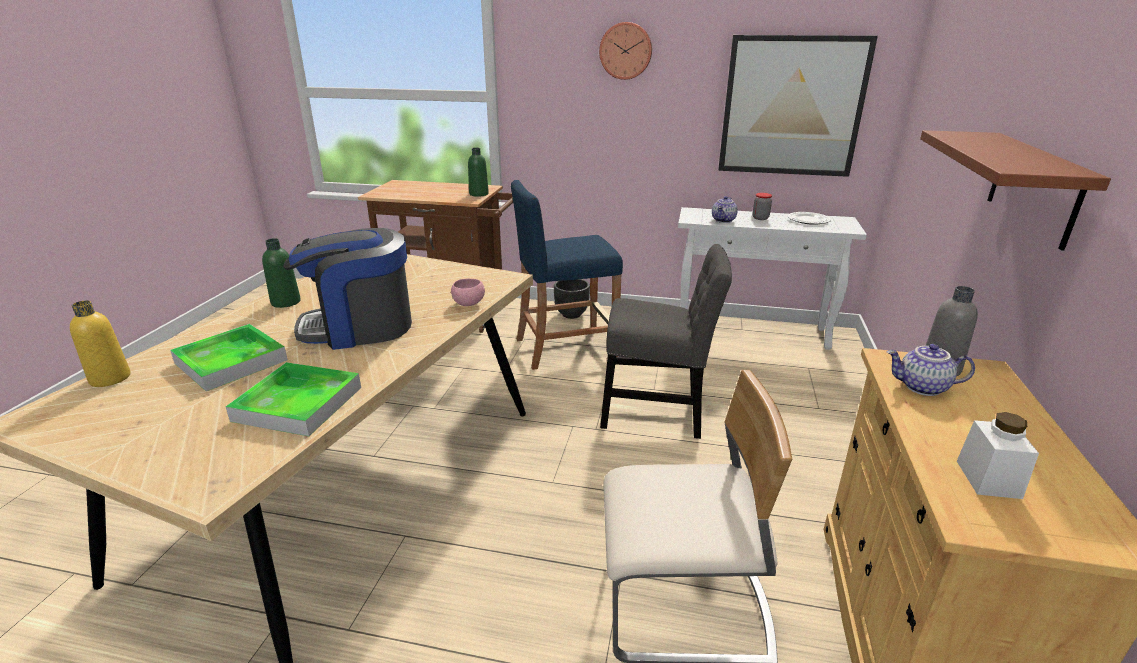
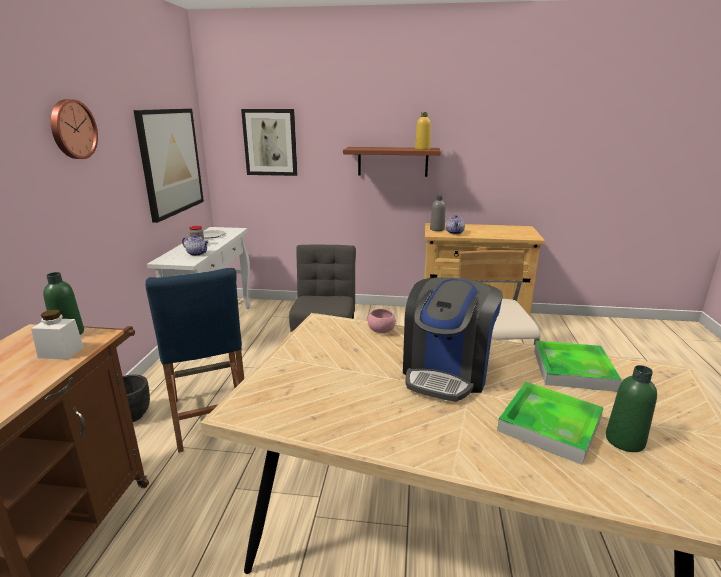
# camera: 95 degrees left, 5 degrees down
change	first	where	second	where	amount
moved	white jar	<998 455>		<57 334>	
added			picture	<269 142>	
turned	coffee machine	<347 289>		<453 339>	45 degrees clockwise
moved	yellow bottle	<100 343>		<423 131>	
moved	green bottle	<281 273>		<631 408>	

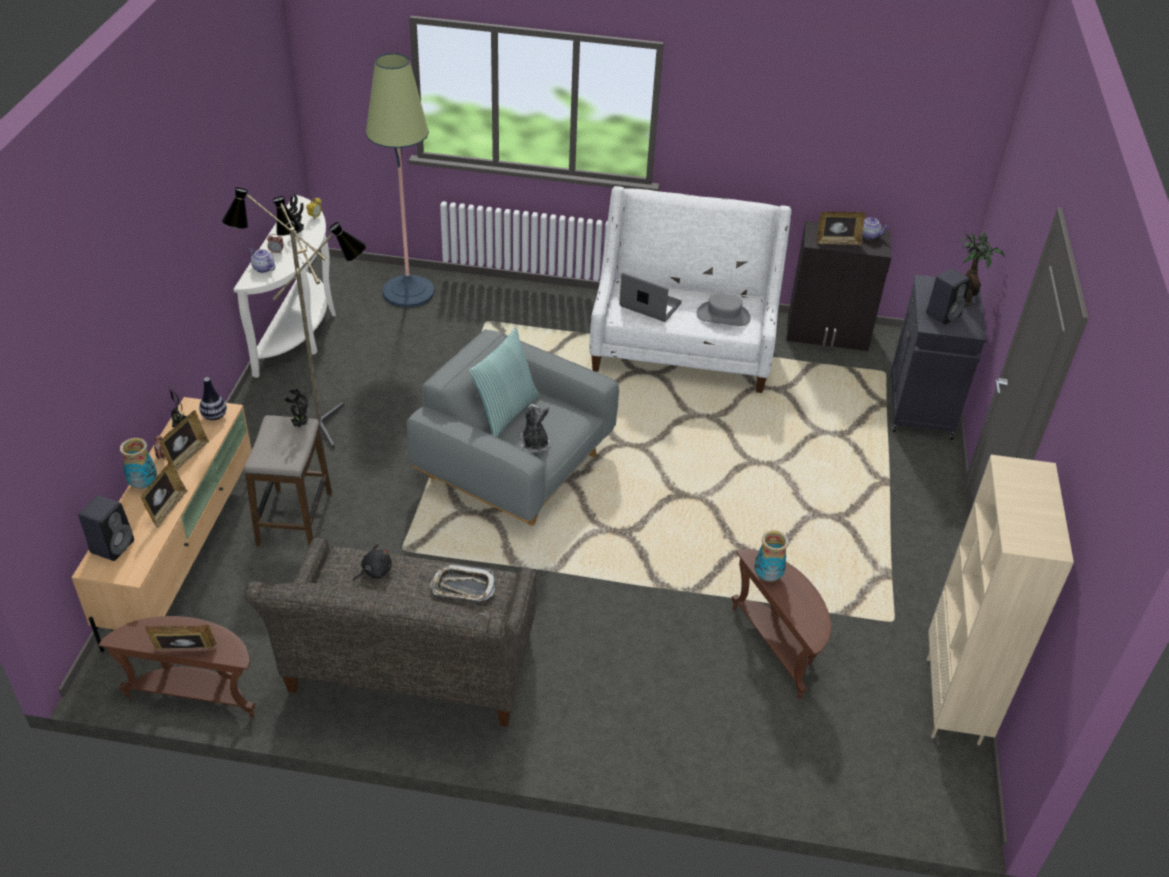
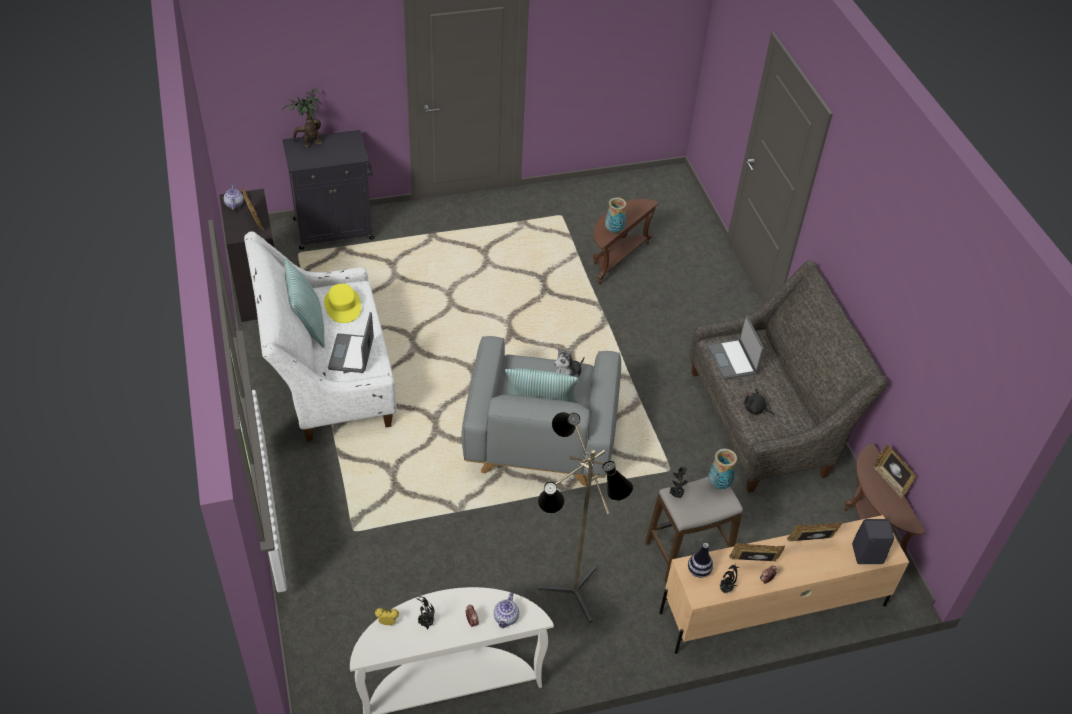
# camera: 115 degrees left, 5 degrees up
change	first	where	second	where	amount
added			pillow	<305 303>	
recoloured	grey hat	<723 310>	yellow hat	<342 303>	
replaced	tray	<462 583>	laptop	<735 347>	
moved	vase	<138 463>		<722 469>	
removed	floor lamp	<400 180>			
removed	black speaker	<948 296>			
removed	beige bookcase	<1000 600>			

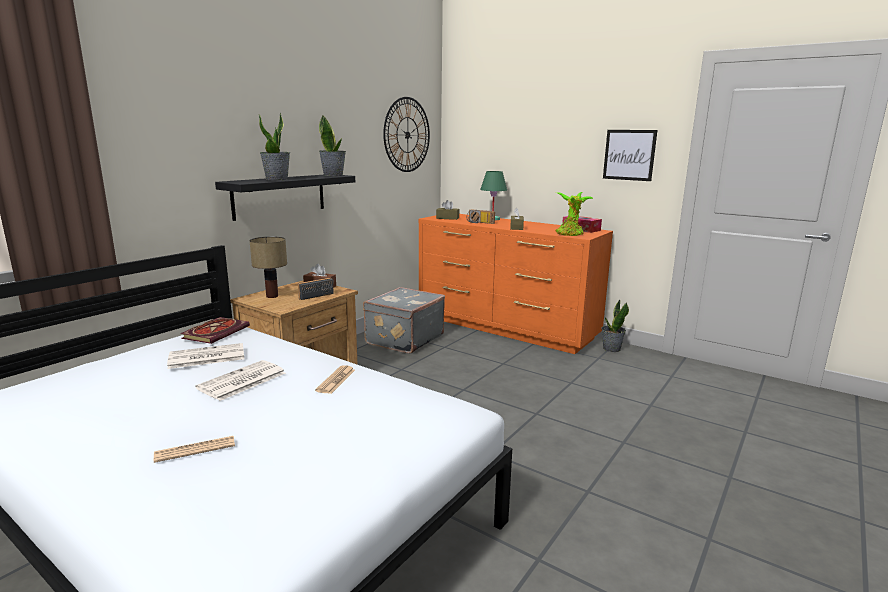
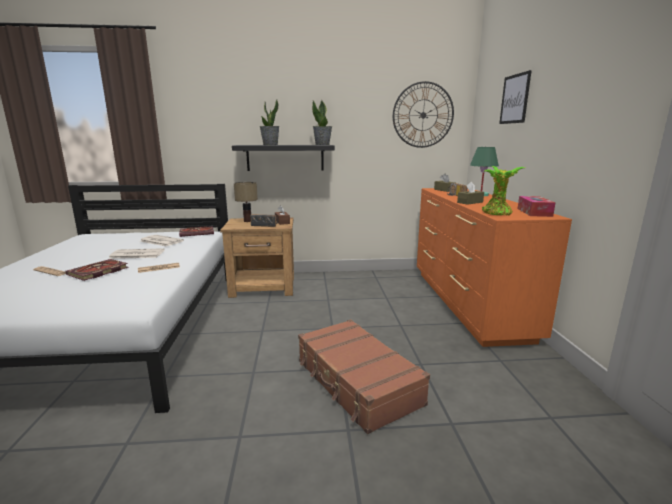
# camera: 50 degrees right, 0 degrees up
change	first	where	second	where	amount
added			book	<97 270>	
added			brown suitcase	<364 376>	
moved	picture	<630 155>		<515 97>	
removed	grey suitcase	<404 320>			
removed	potted plant	<615 325>			

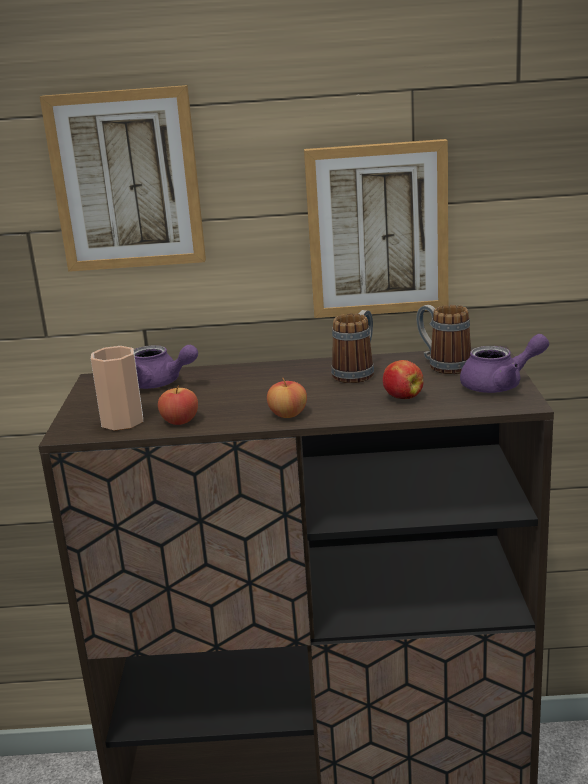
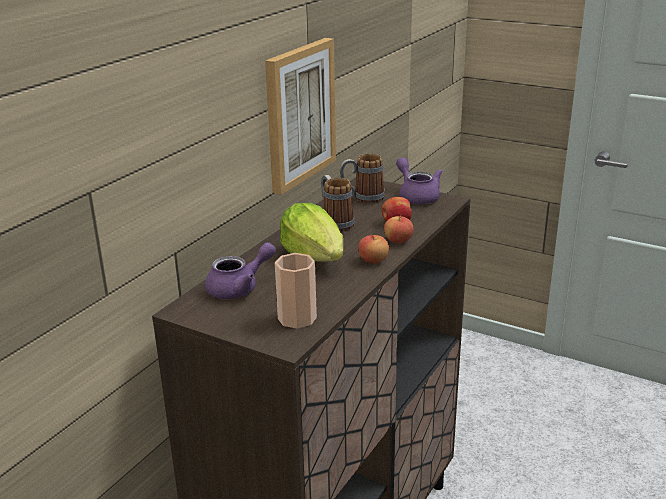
# camera: 60 degrees left, 5 degrees up
change	first	where	second	where	amount
added			lettuce	<311 232>	
moved	apple	<178 405>		<398 229>	
turned	purple teapot	<504 363>		<419 181>	45 degrees counterclockwise
removed	picture	<123 178>			

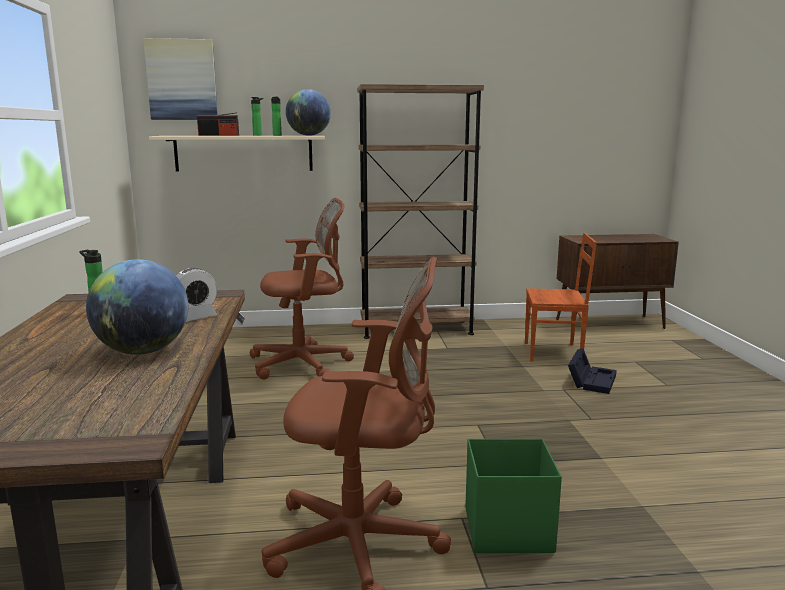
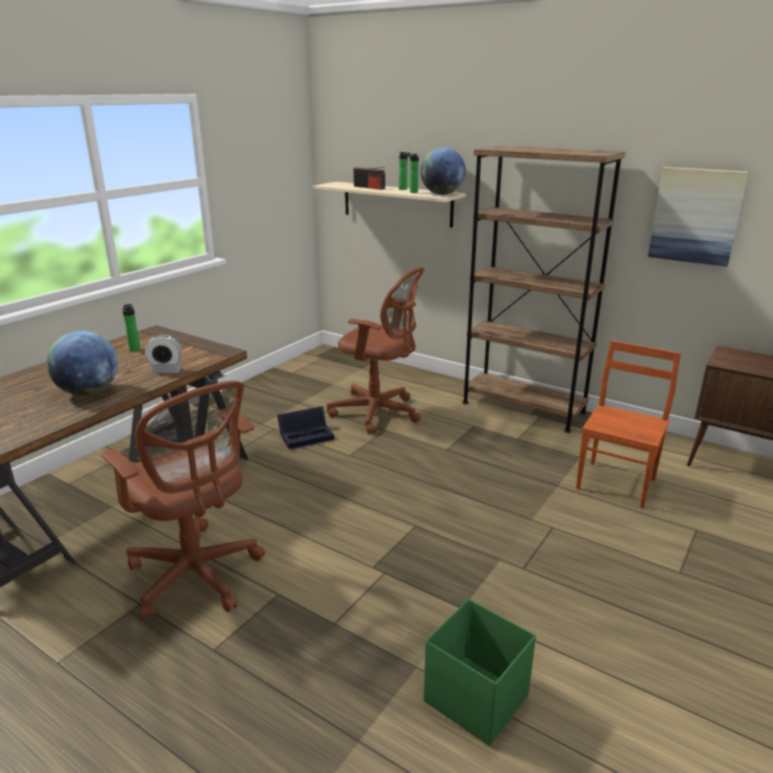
# camera: 40 degrees right, 10 degrees up
change	first	where	second	where	amount
moved	black storage box	<592 371>		<305 427>	
moved	green storage box	<513 496>		<480 672>	
turned	brown chair	<561 297>		<628 424>	105 degrees counterclockwise
moved	picture	<180 79>		<698 217>	

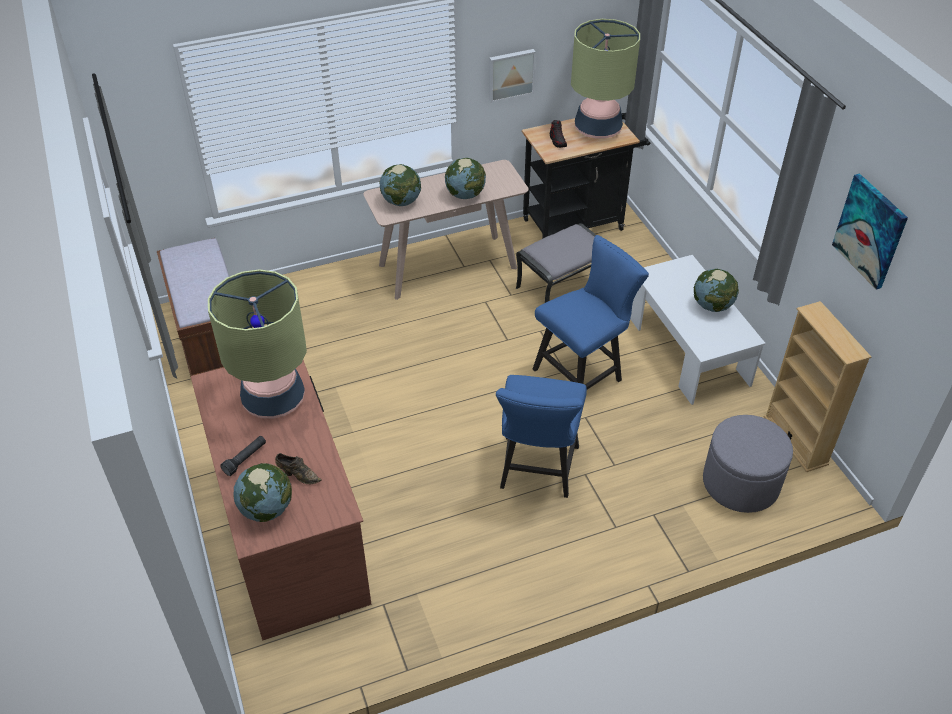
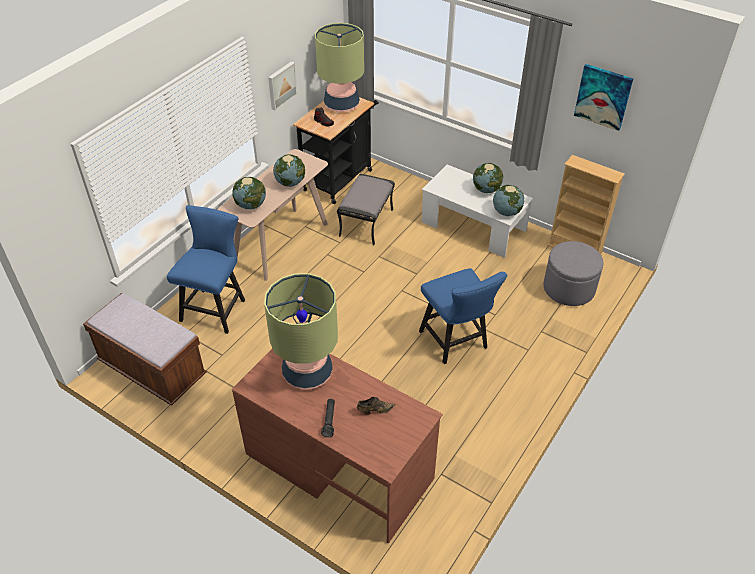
# camera: 35 degrees left, 0 degrees up
change	first	where	second	where	amount
moved	blue chair	<591 312>		<206 269>	
moved	globe	<263 492>		<508 200>	

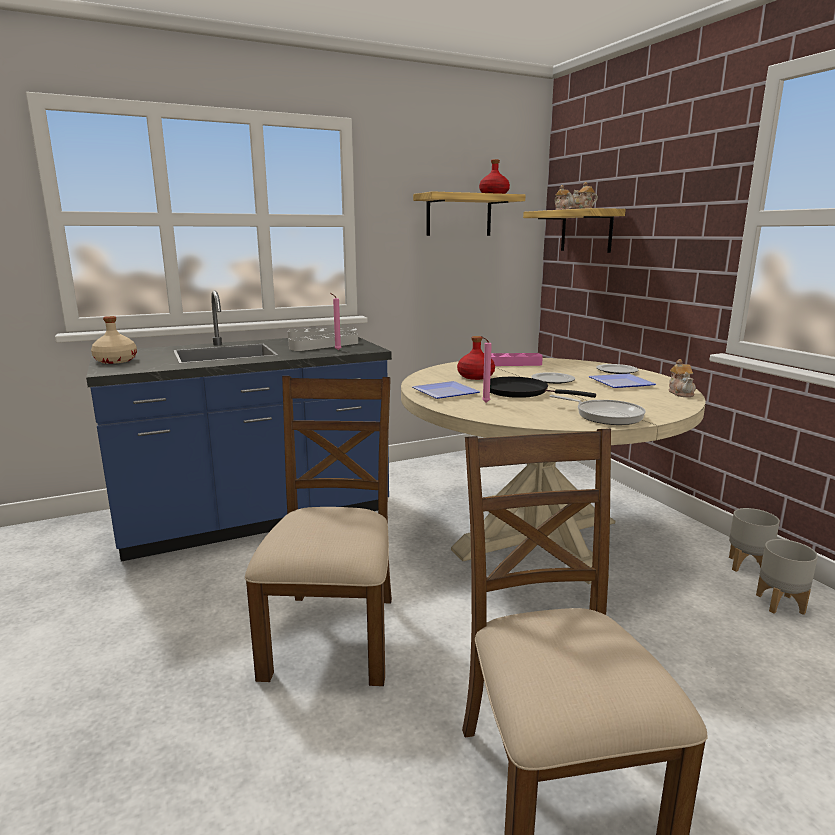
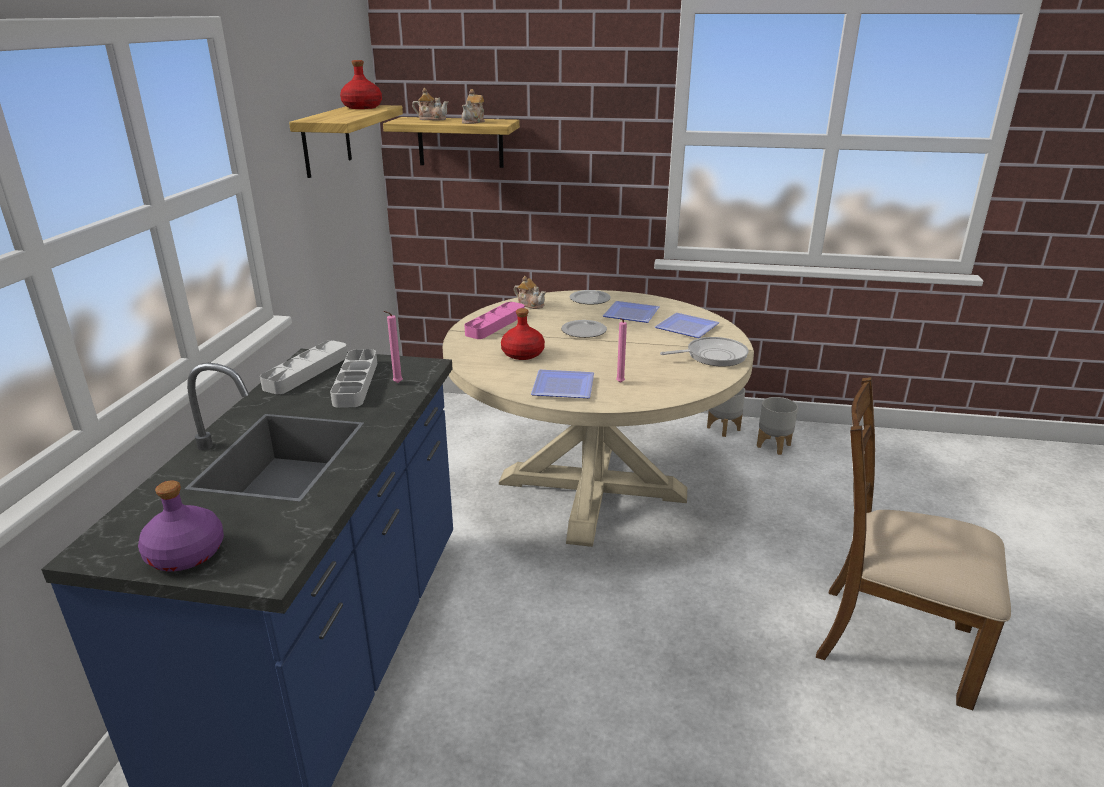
# camera: 55 degrees left, 10 degrees up
change	first	where	second	where	amount
recoloured	beige bottle	<114 340>	purple bottle	<181 526>	
moved	teapot	<682 378>		<530 292>	
added			plate	<687 325>	
removed	brown chair	<318 531>			
removed	black frying pan	<543 387>			

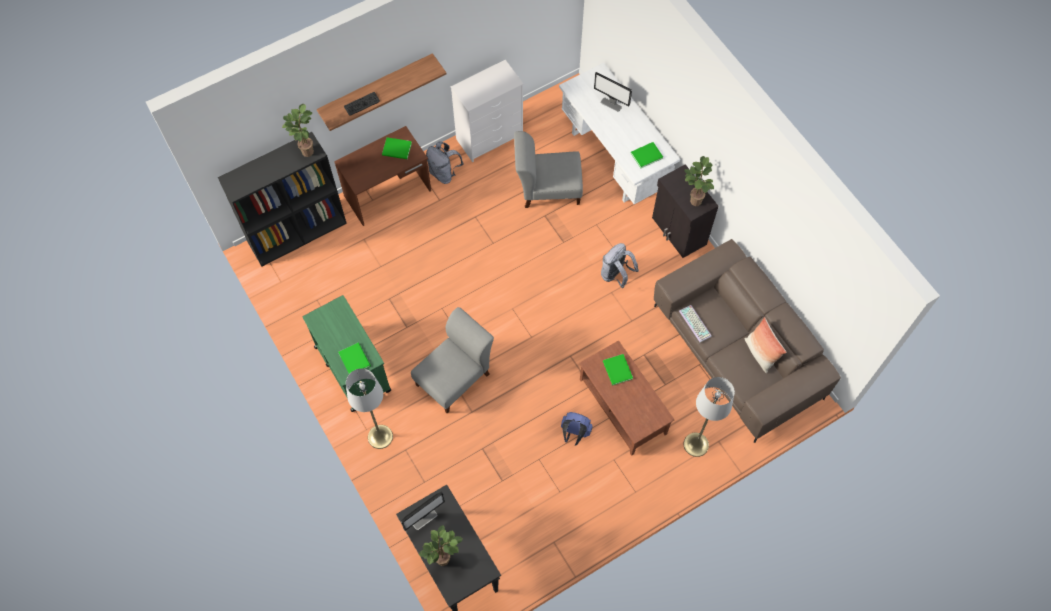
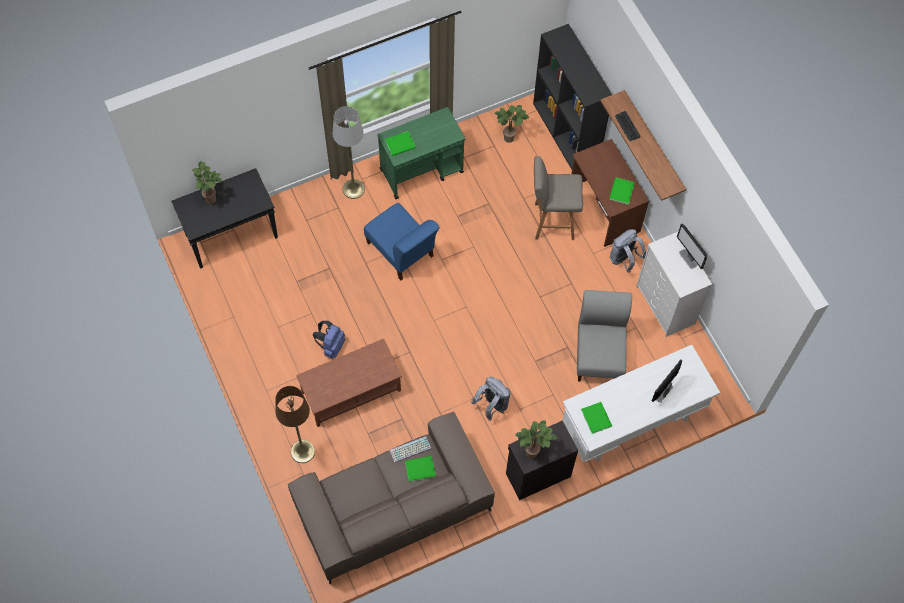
# camera: 95 degrees right, 0 degrees up
change	first	where	second	where	amount
recoloured	grey floor lamp	<709 417>	brown floor lamp	<295 424>	
recoloured	grey chair	<452 360>	blue chair	<402 241>	
moved	green book	<618 369>		<420 469>	
moved	potted plant	<298 130>		<512 124>	
added			grey stool	<558 198>	
moved	monitor	<423 511>		<692 246>	
removed	pillow	<765 345>			

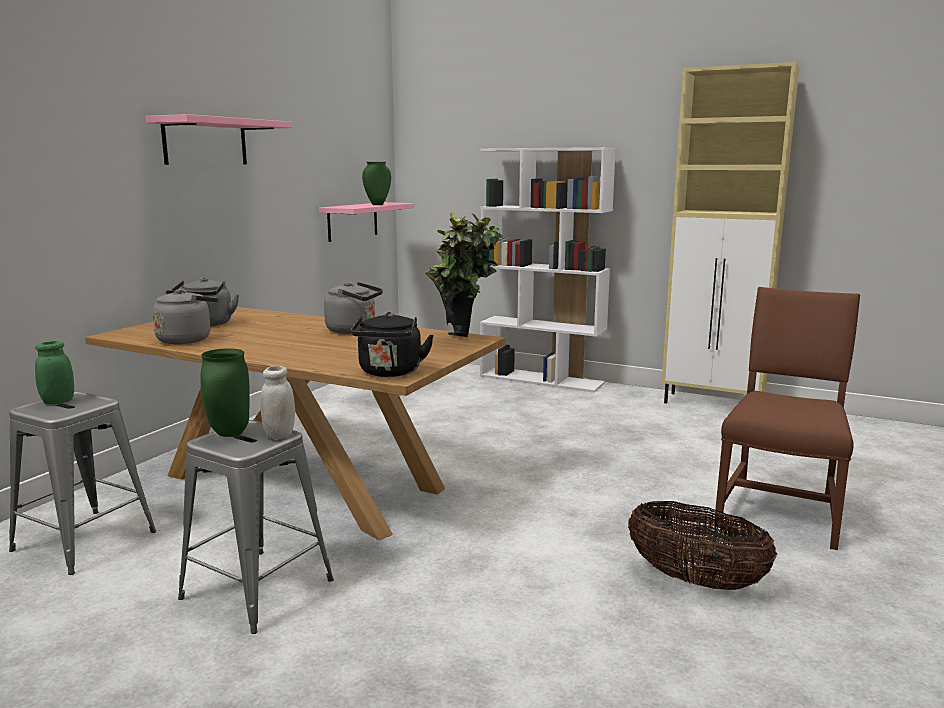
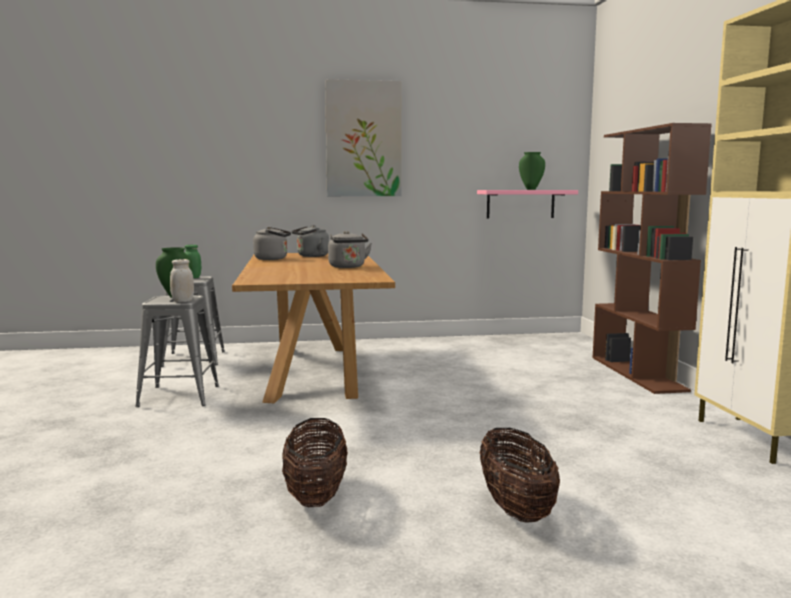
# camera: 55 degrees right, 5 degrees down
change	first	where	second	where	amount
replaced	pink shelf	<219 139>	picture	<363 137>	
replaced	brown chair	<787 418>	basket	<520 475>	
recoloured	white bookcase	<548 270>	brown bookcase	<652 258>	
removed	black kettle	<392 344>			
removed	potted plant	<464 274>			

